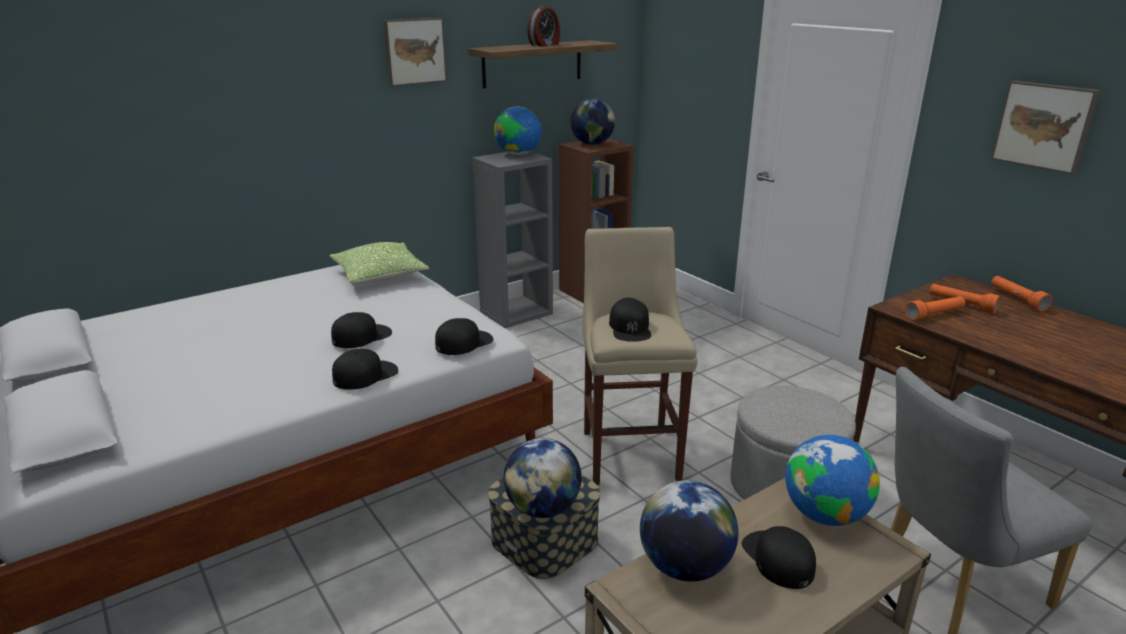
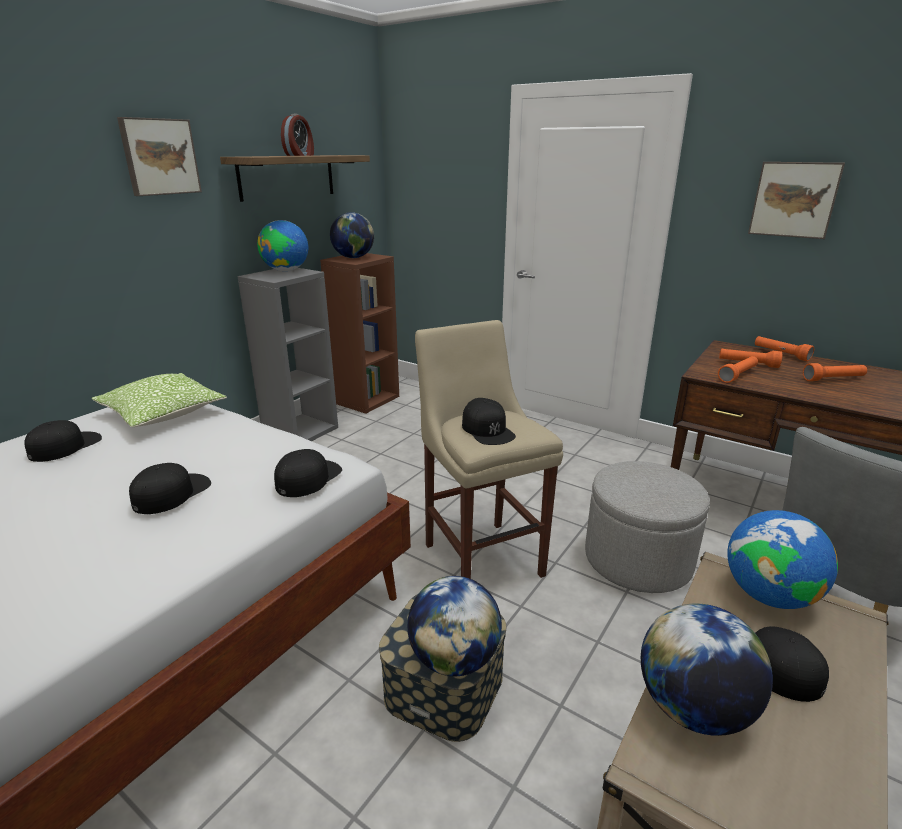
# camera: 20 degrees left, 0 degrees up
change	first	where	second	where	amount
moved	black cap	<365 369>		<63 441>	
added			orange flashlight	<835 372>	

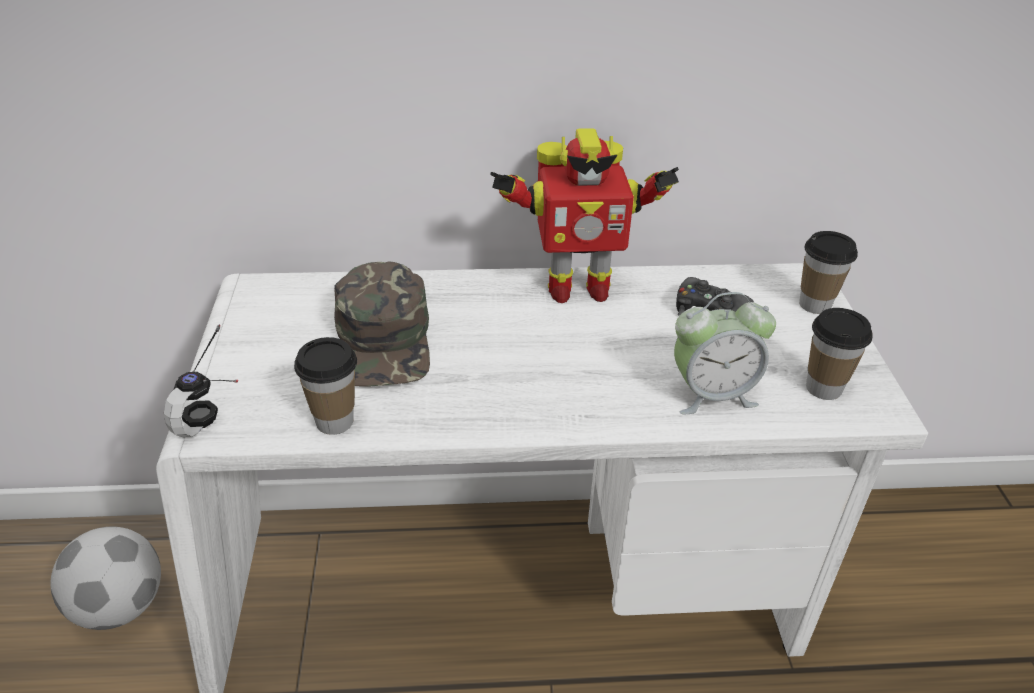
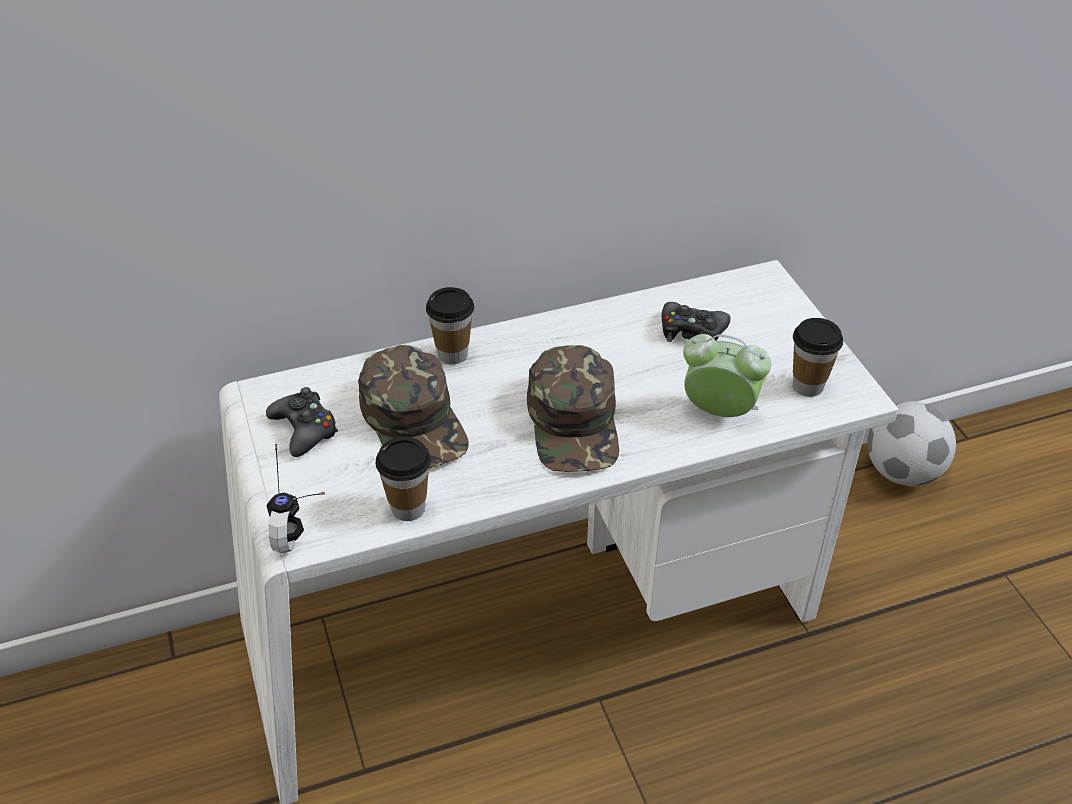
# camera: 15 degrees left, 5 degrees up
change	first	where	second	where	amount
added			black game controller	<302 422>	
moved	cup	<828 272>		<450 326>	
added			green cap	<573 408>	
turned	alarm clock	<725 353>		<727 375>	135 degrees counterclockwise
moved	football	<105 578>		<911 443>	
removed	toy robot	<584 216>			

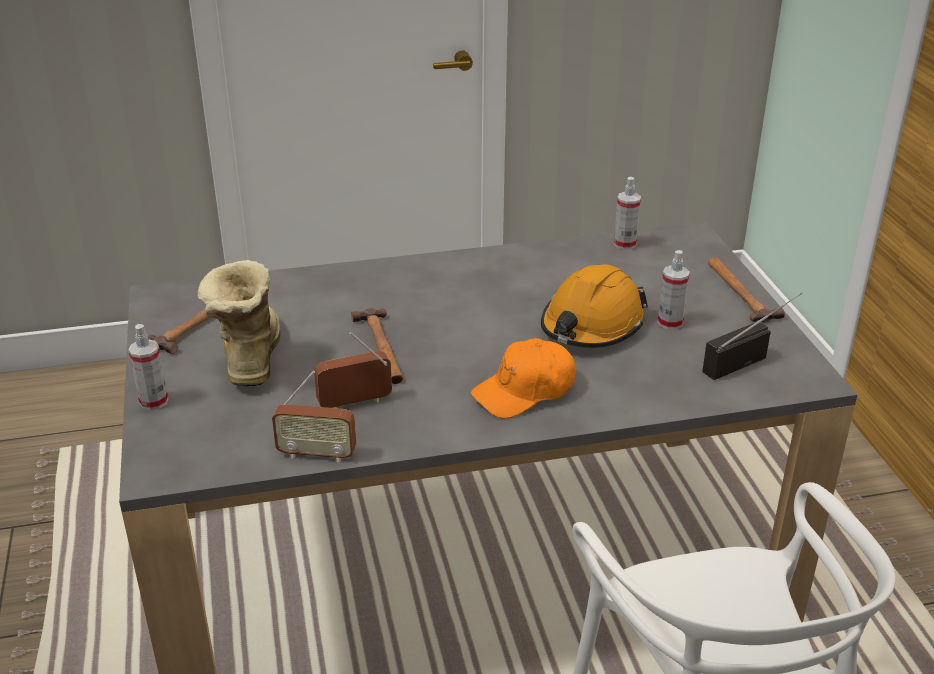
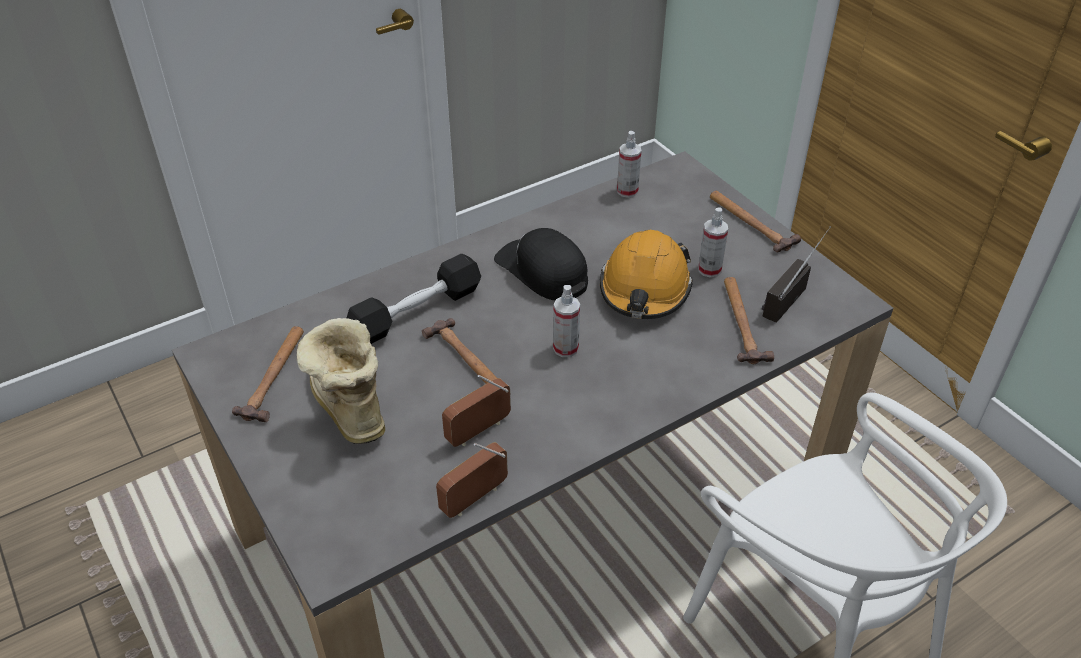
# camera: 20 degrees left, 10 degrees up
change	first	where	second	where	amount
added			black dumbbell	<414 299>	
turned	radio	<314 417>		<472 480>	150 degrees clockwise
added			black cap	<541 264>	
moved	spray bottle	<148 367>		<566 321>	
added			hammer	<749 320>	
removed	orange cap	<523 378>			

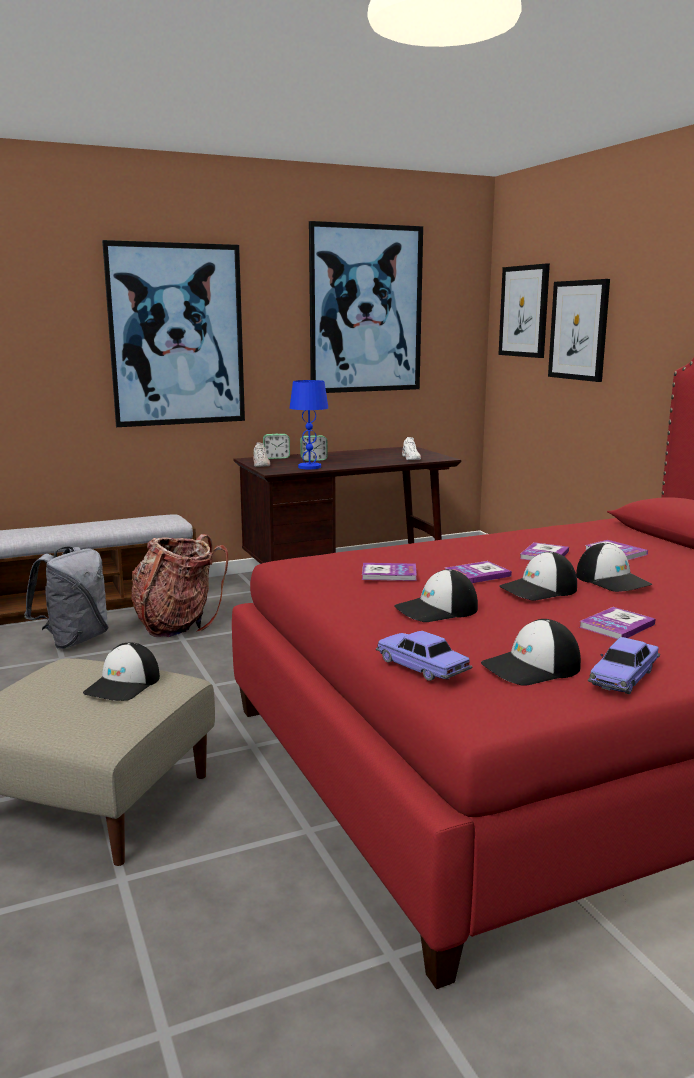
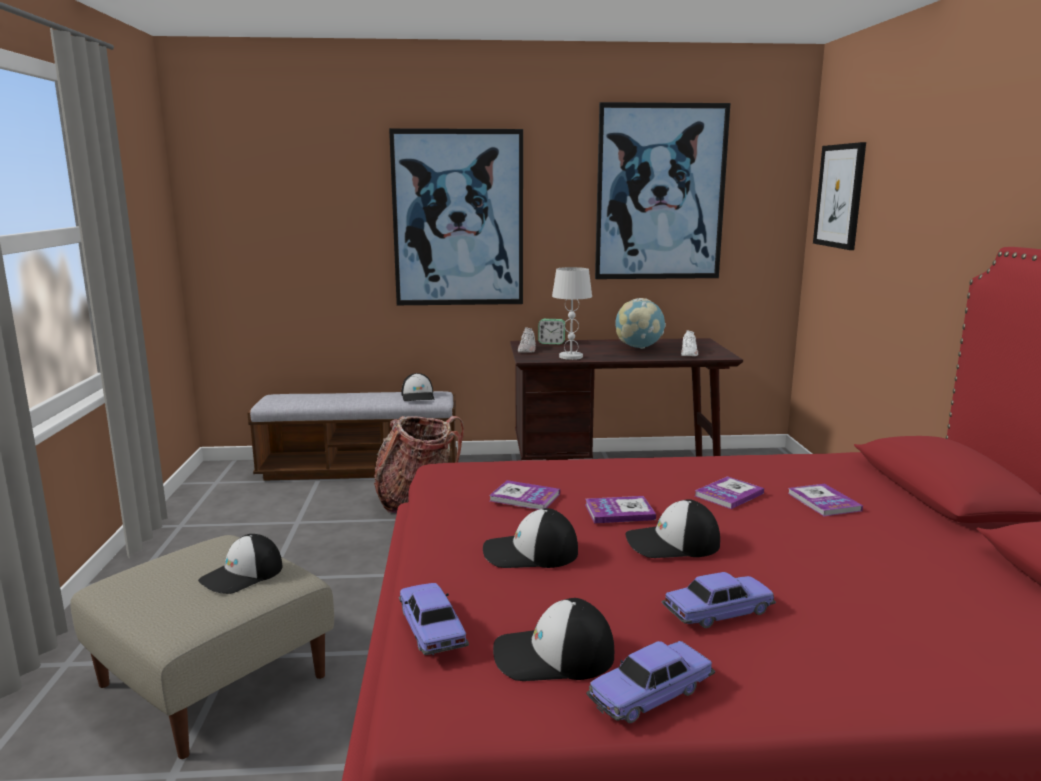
# camera: 20 degrees right, 0 degrees up
change	first	where	second	where	amount
moved	cap	<614 567>		<418 387>	
recoloured	blue table lamp	<309 424>	white table lamp	<572 313>	
added			globe	<640 323>	
replaced	book	<617 623>	toy car	<719 600>	
removed	grey backpack	<66 597>			
removed	alarm clock	<314 448>			
removed	picture	<579 330>			

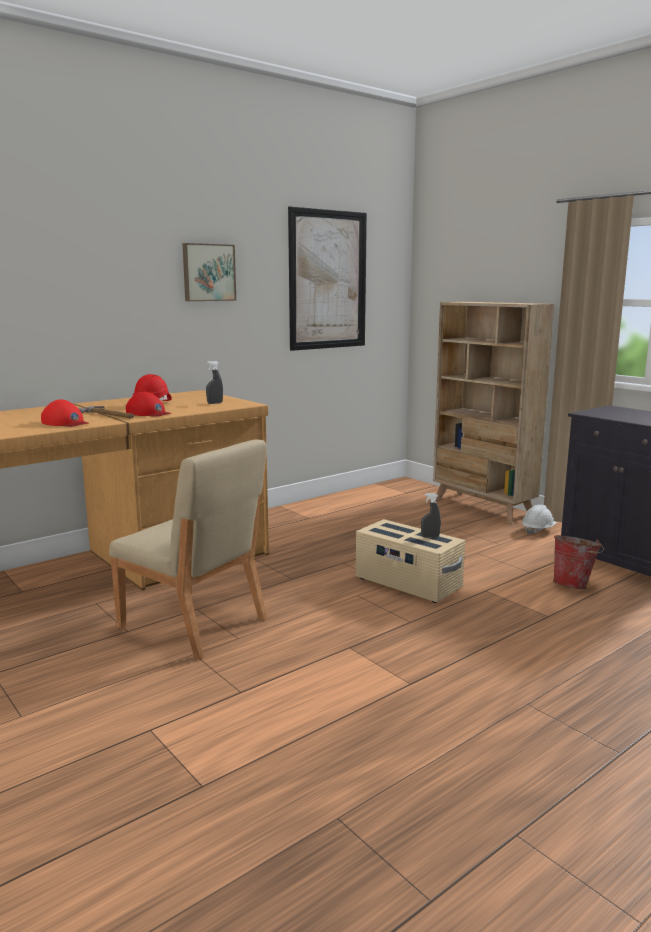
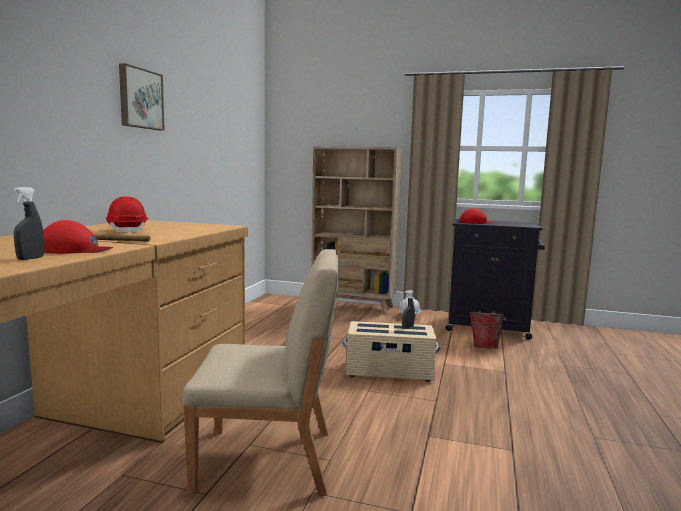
# camera: 35 degrees left, 5 degrees down
change	first	where	second	where	amount
moved	grey spray bottle	<214 382>		<28 223>	
moved	red cap	<148 404>		<476 216>	
removed	picture	<327 278>			

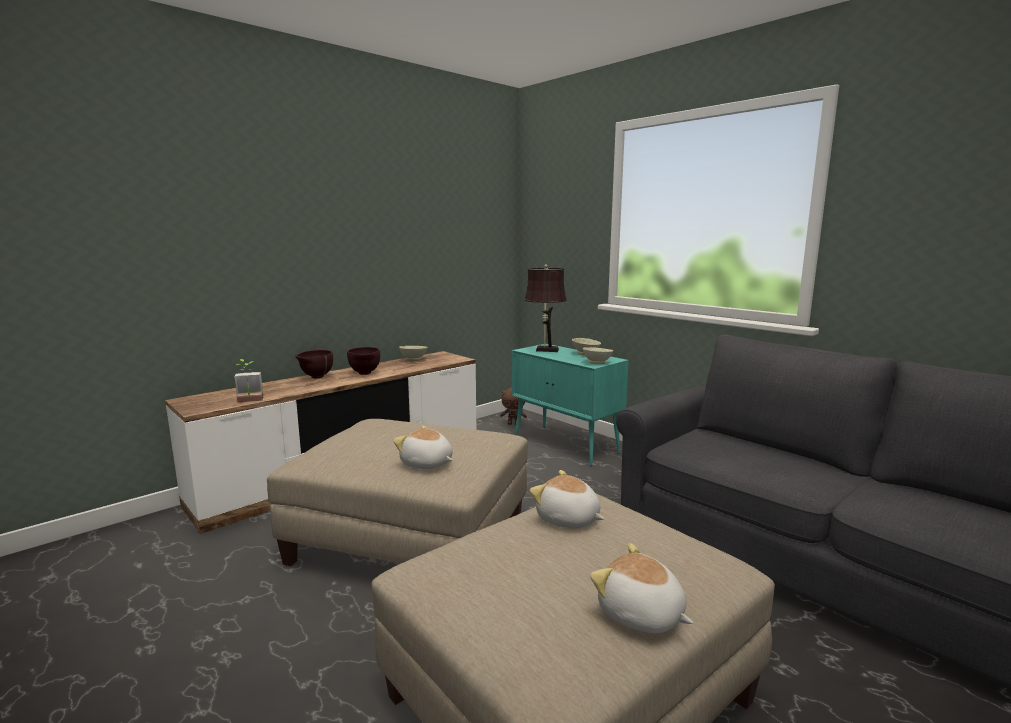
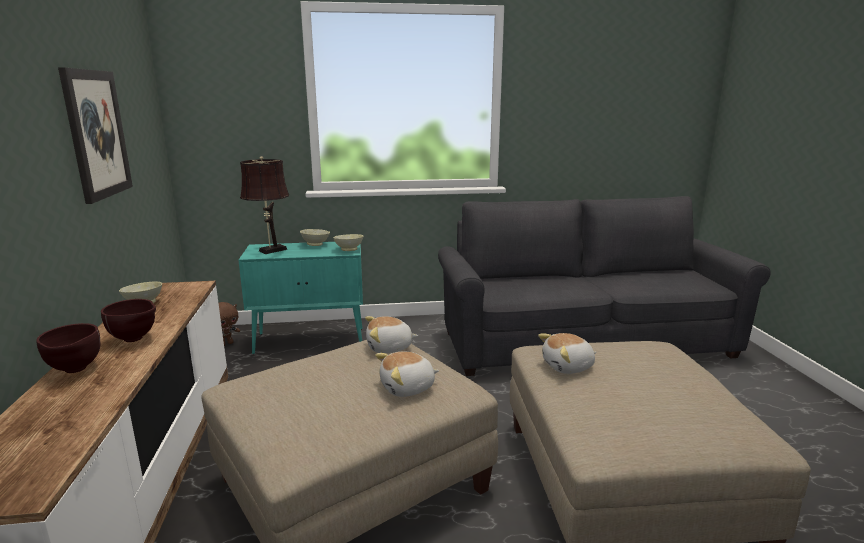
# camera: 55 degrees left, 5 degrees up
change	first	where	second	where	amount
added			picture	<95 135>	
moved	plush toy	<641 588>		<391 334>	
removed	potted plant	<249 381>			

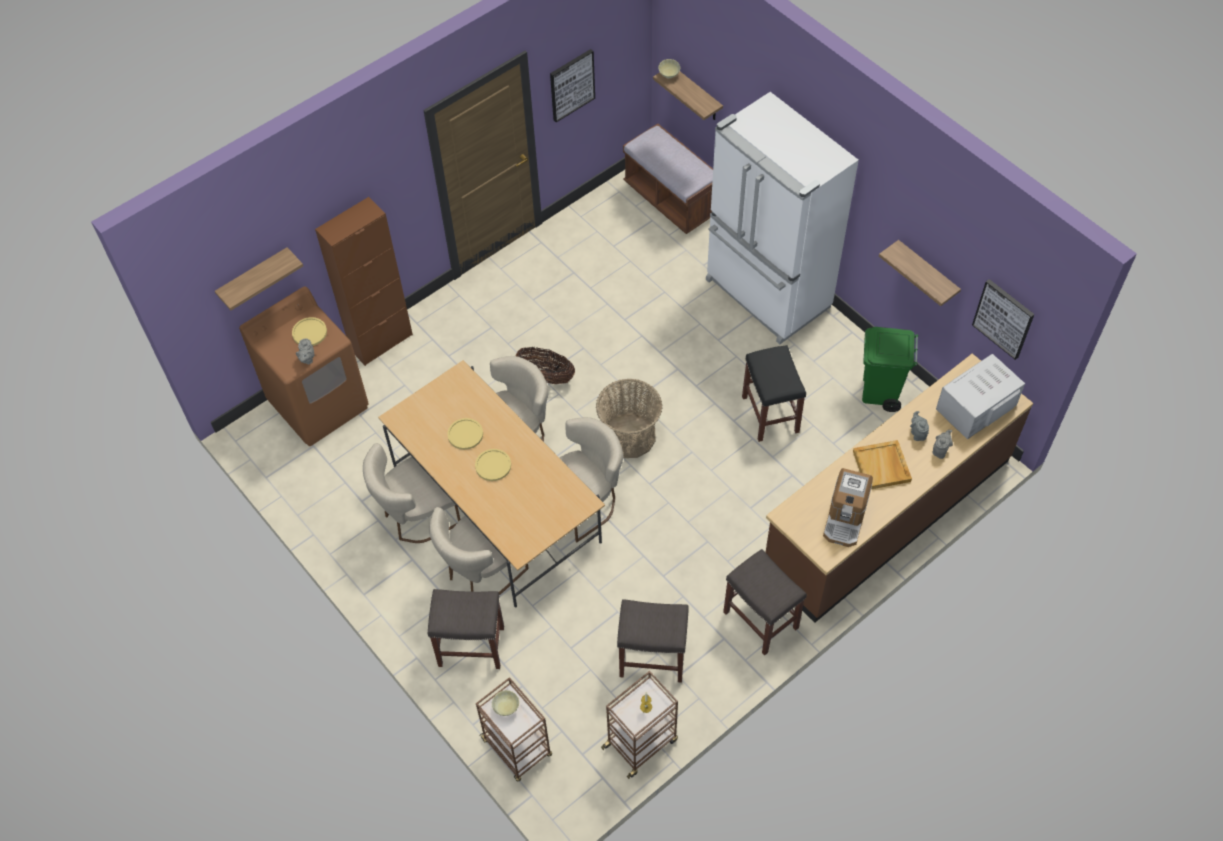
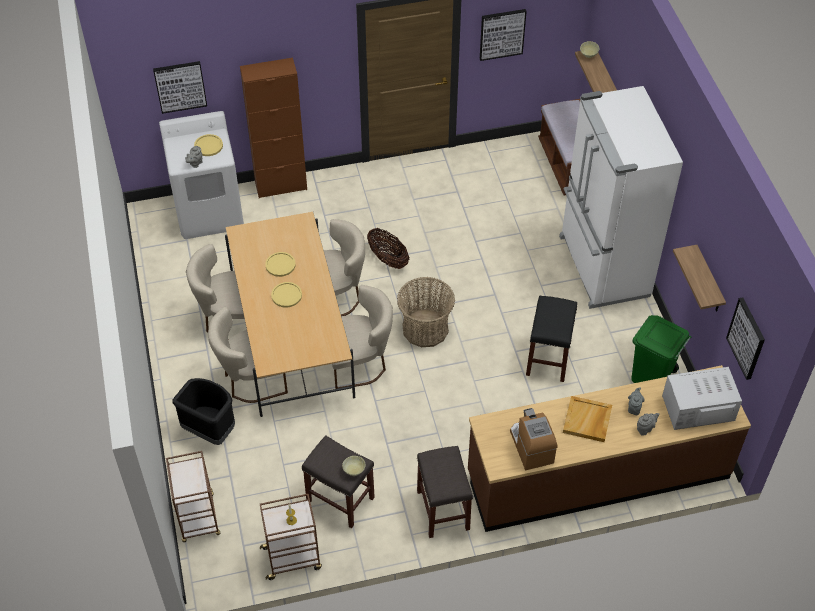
# camera: 25 degrees right, 5 degrees down
change	first	where	second	where	amount
replaced	shelf	<259 278>	picture	<180 87>	
recoloured	brown washing machine	<304 366>	white washing machine	<201 175>	
replaced	grey stool	<466 629>	black trash can	<204 411>	
moved	beige bowl	<505 703>		<353 466>	
turned	coffee machine	<848 507>		<534 439>	120 degrees clockwise

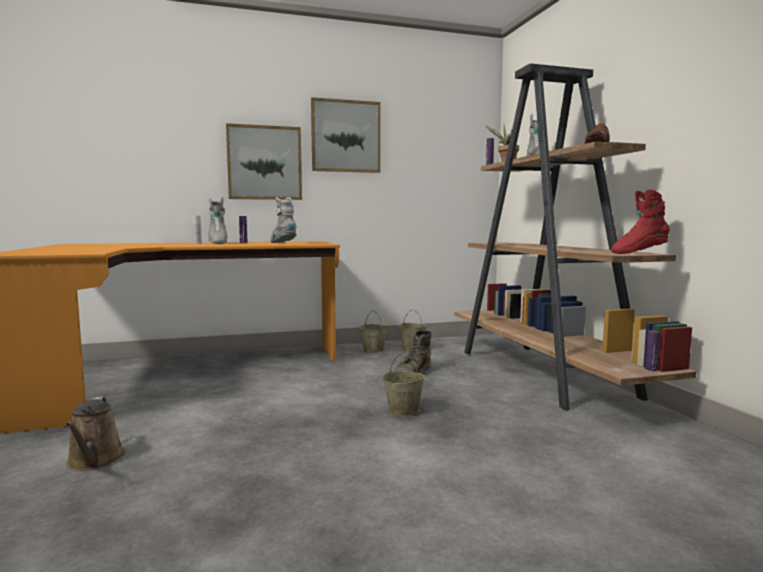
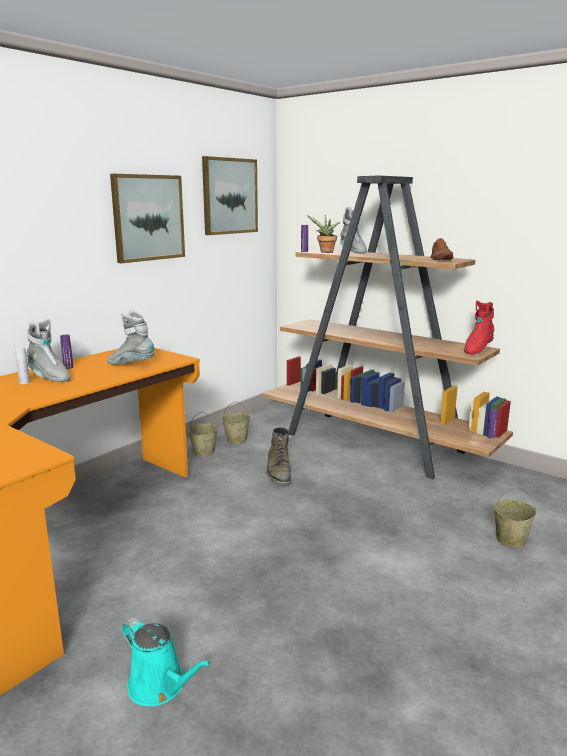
# camera: 35 degrees left, 10 degrees up
change	first	where	second	where	amount
recoloured	brown watering can	<95 433>	turquoise watering can	<166 662>	
moved	picture	<264 161>		<230 195>	
moved	beige bucket	<403 384>		<515 517>	

